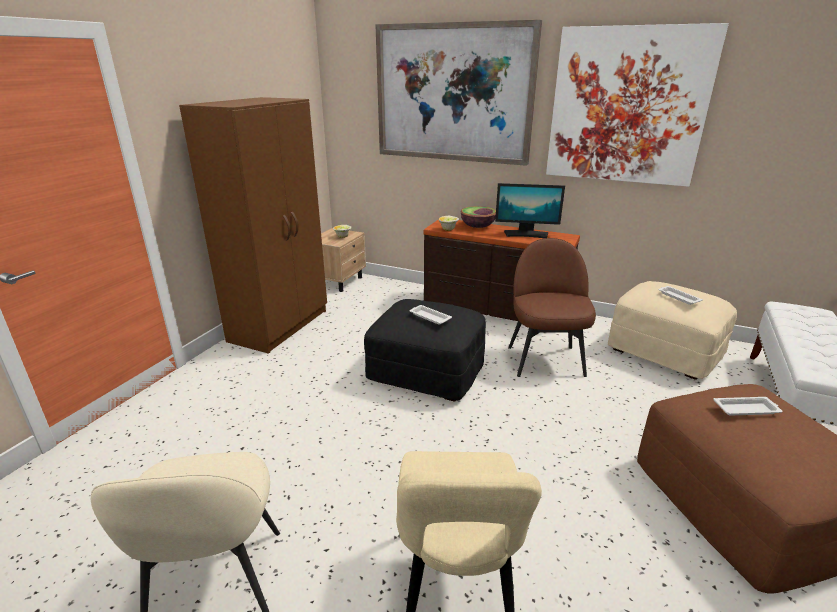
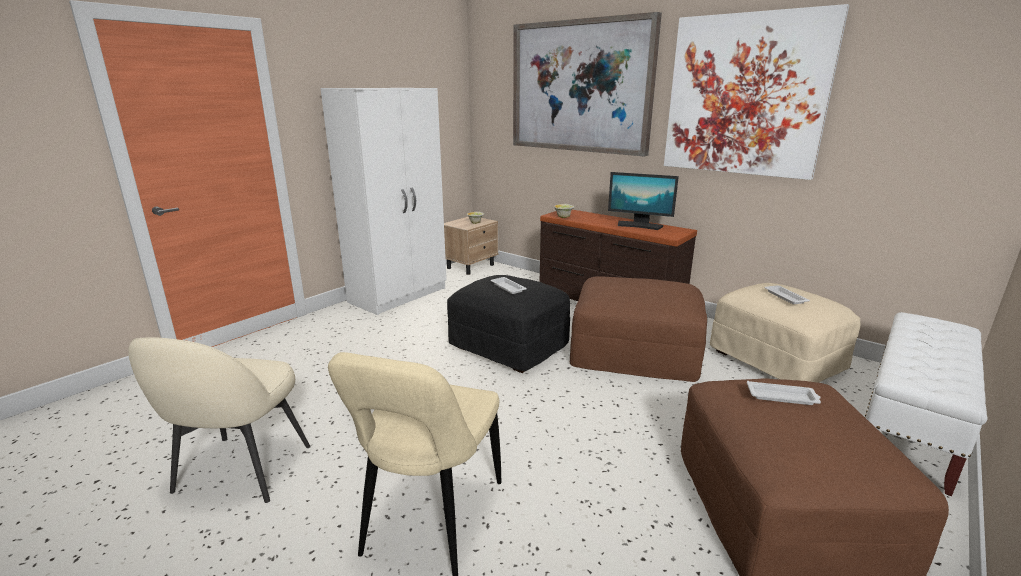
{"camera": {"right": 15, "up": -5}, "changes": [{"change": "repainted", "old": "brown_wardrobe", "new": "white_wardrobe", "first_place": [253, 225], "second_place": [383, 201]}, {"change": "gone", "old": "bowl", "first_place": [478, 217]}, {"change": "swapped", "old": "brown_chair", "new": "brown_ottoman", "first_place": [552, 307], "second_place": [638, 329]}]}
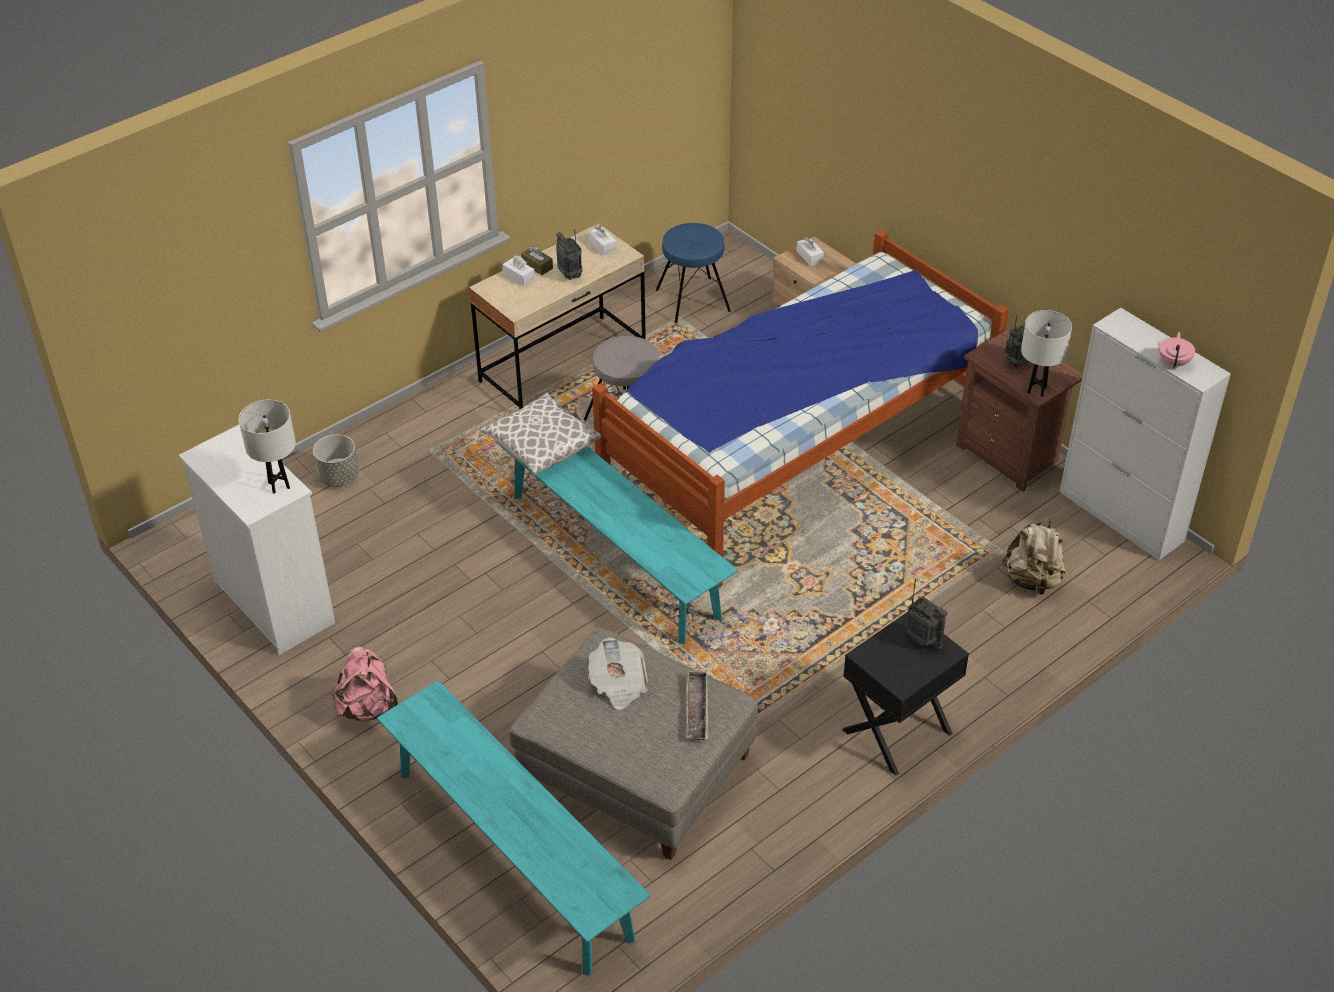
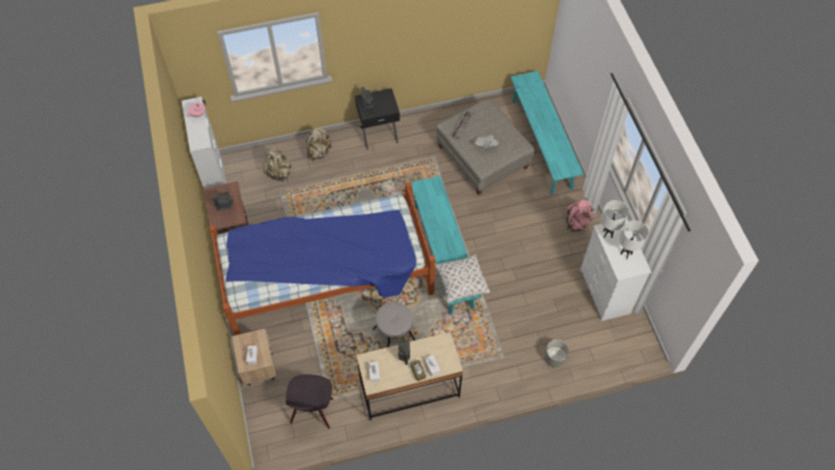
{"camera": {"right": -155, "up": 15}, "changes": [{"change": "swapped", "old": "blue_stool", "new": "black_chair", "first_place": [693, 273], "second_place": [309, 401]}, {"change": "shifted", "old": "white_table_lamp", "first_place": [1046, 353], "second_place": [634, 239]}, {"change": "new", "new": "beige_backpack", "second_place": [319, 144]}]}
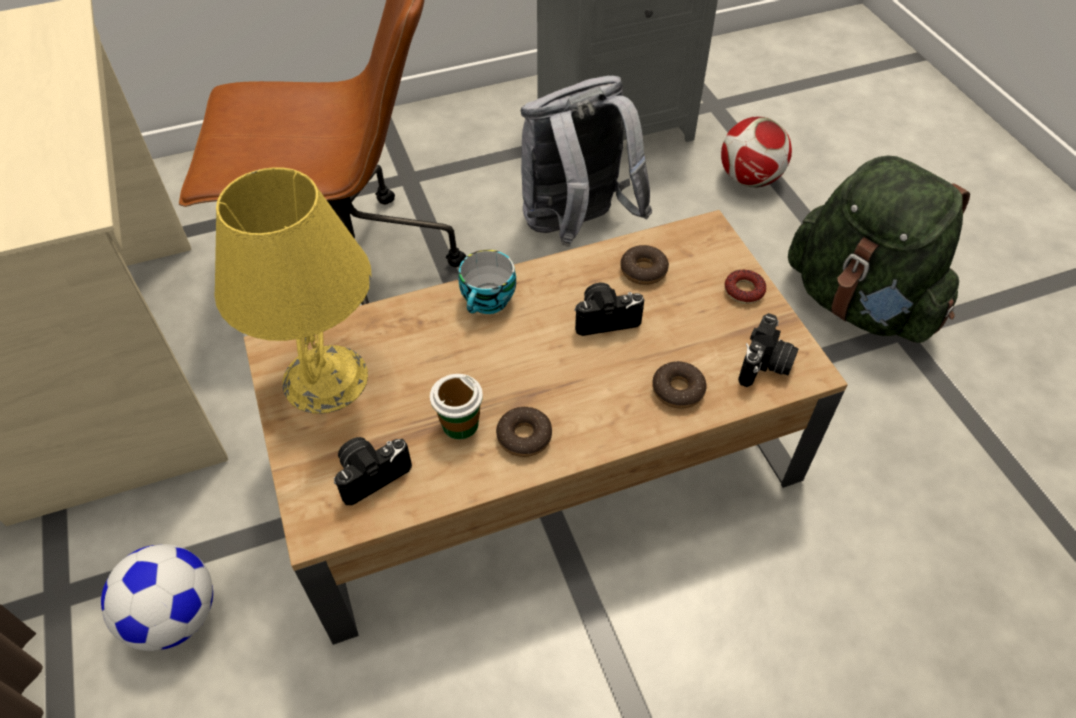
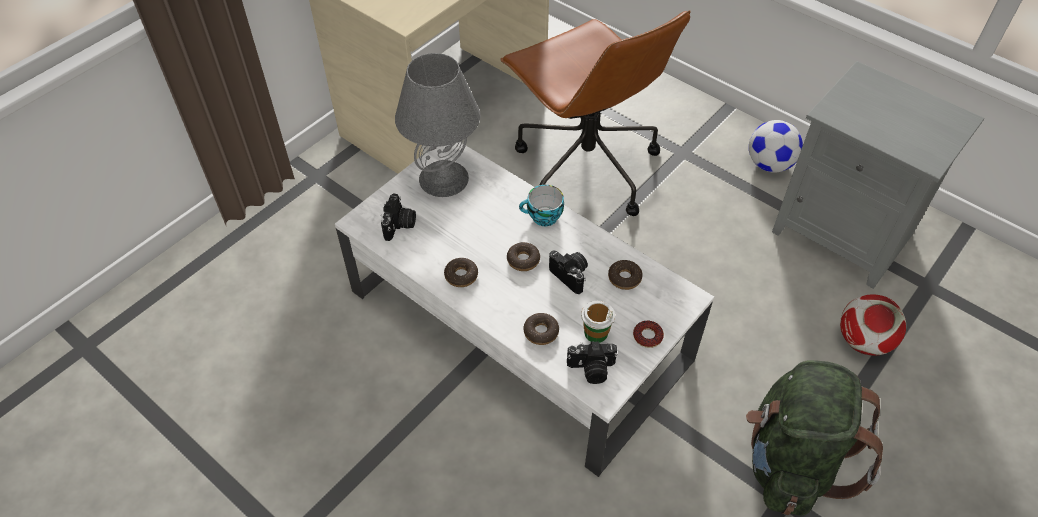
{"camera": {"right": 60, "up": 0}, "changes": [{"change": "gone", "old": "grey_backpack", "first_place": [587, 161]}, {"change": "repainted", "old": "yellow_table_lamp", "new": "grey_table_lamp", "first_place": [293, 290], "second_place": [438, 125]}, {"change": "repainted", "old": "brown_coffee_table", "new": "white_coffee_table", "first_place": [546, 427], "second_place": [524, 309]}, {"change": "shifted", "old": "cup", "first_place": [456, 406], "second_place": [598, 322]}, {"change": "rotated", "old": "photo_camera", "first_place": [373, 471], "second_place": [398, 217], "degrees": 75}, {"change": "shifted", "old": "football", "first_place": [157, 597], "second_place": [776, 146]}, {"change": "new", "new": "donut", "second_place": [523, 256]}]}
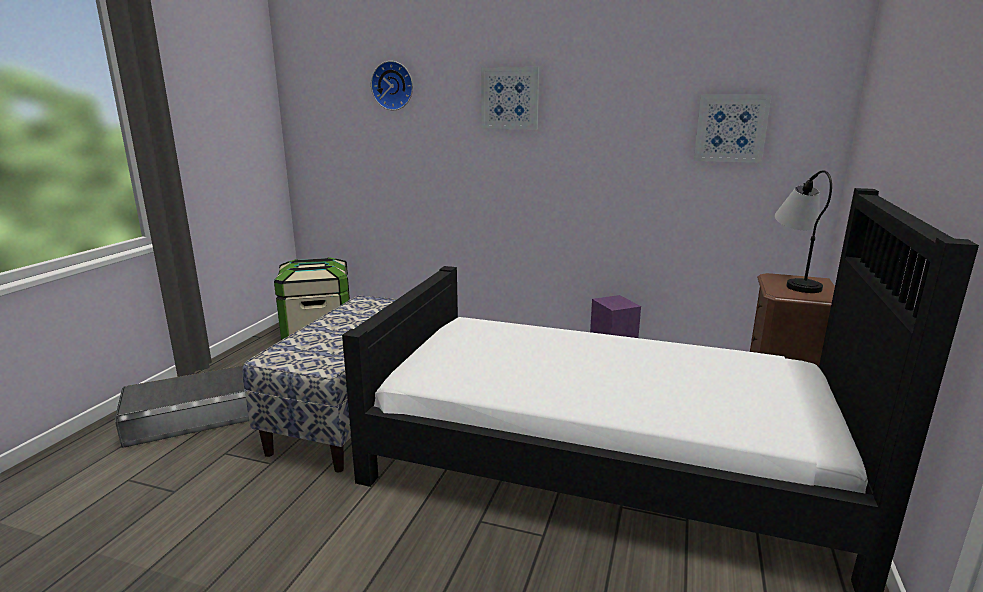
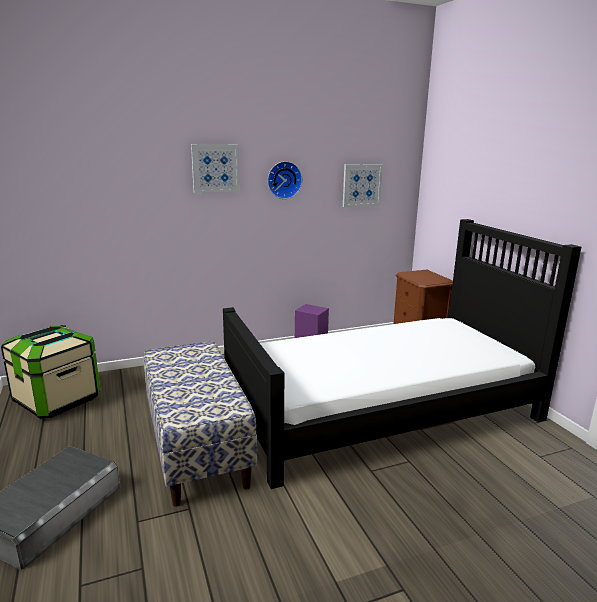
{"camera": {"right": -40, "up": 0}, "changes": [{"change": "shifted", "old": "wall_clock", "first_place": [392, 85], "second_place": [284, 180]}, {"change": "gone", "old": "table_lamp", "first_place": [803, 231]}]}
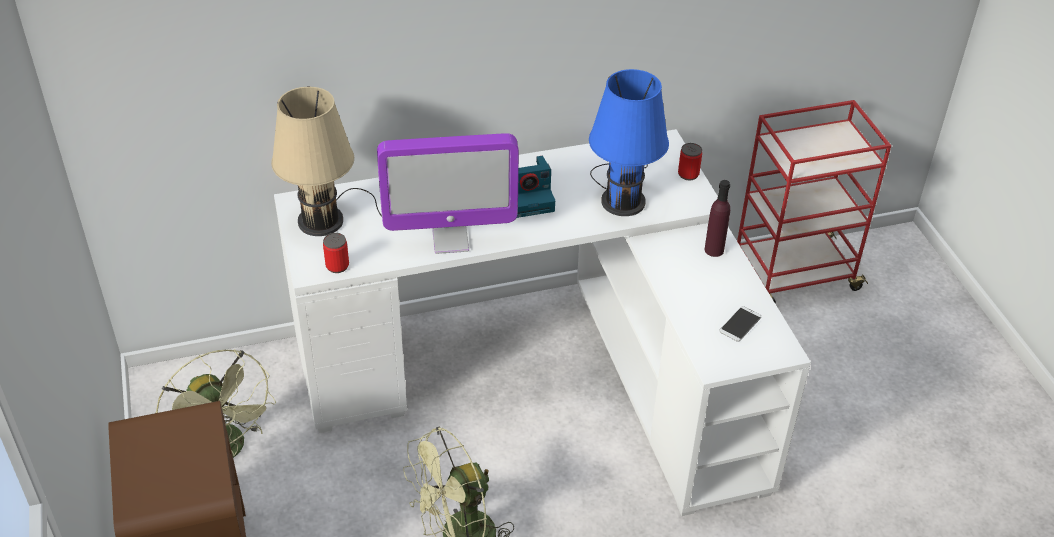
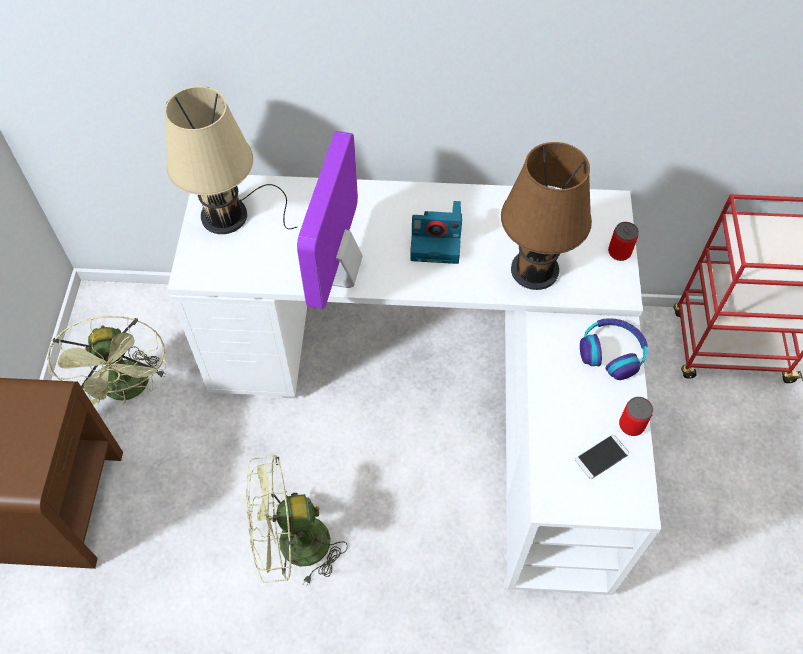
{"camera": {"right": 20, "up": 15}, "changes": [{"change": "repainted", "old": "blue_table_lamp", "new": "brown_table_lamp", "first_place": [629, 142], "second_place": [546, 216]}, {"change": "rotated", "old": "monitor", "first_place": [448, 193], "second_place": [329, 220], "degrees": 90}, {"change": "swapped", "old": "purple_bottle", "new": "headphones", "first_place": [717, 218], "second_place": [614, 349]}, {"change": "shifted", "old": "can", "first_place": [336, 253], "second_place": [636, 416]}]}
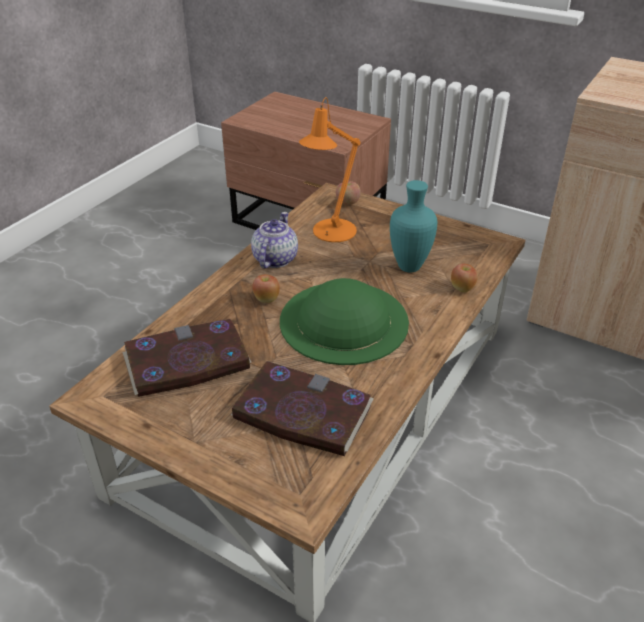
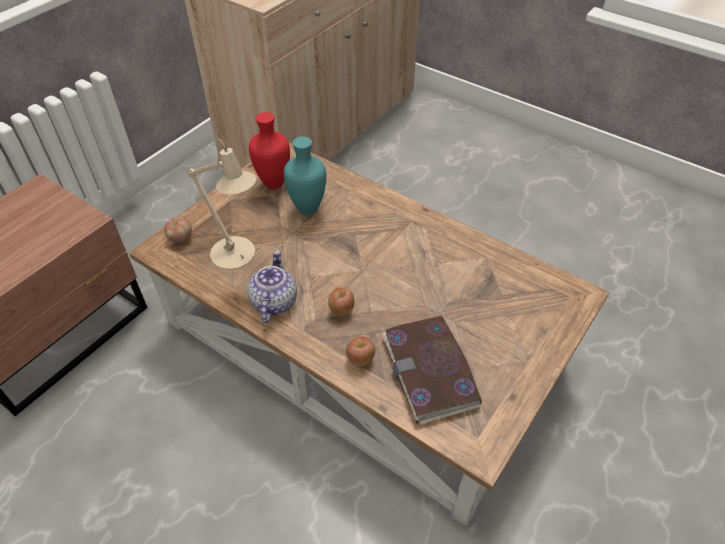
{"camera": {"right": -85, "up": 10}, "changes": [{"change": "repainted", "old": "orange_table_lamp", "new": "beige_table_lamp", "first_place": [330, 169], "second_place": [222, 204]}, {"change": "rotated", "old": "teapot", "first_place": [274, 240], "second_place": [272, 286], "degrees": 75}, {"change": "shifted", "old": "apple", "first_place": [464, 277], "second_place": [360, 351]}, {"change": "gone", "old": "green_hat", "first_place": [344, 321]}, {"change": "gone", "old": "book", "first_place": [302, 408]}, {"change": "new", "new": "red_vase", "second_place": [269, 150]}]}
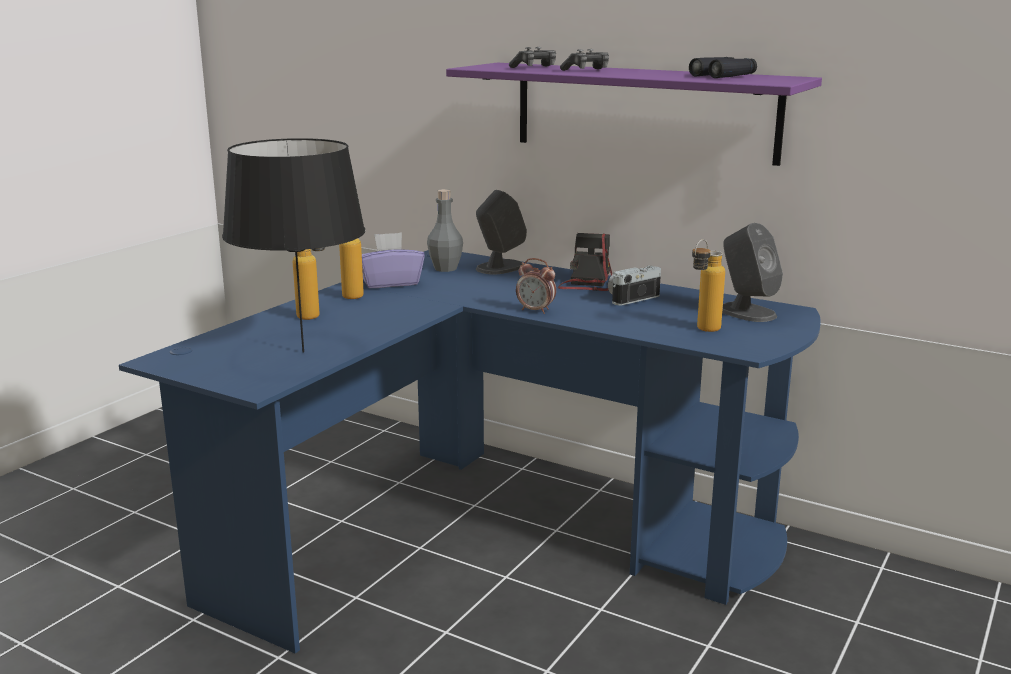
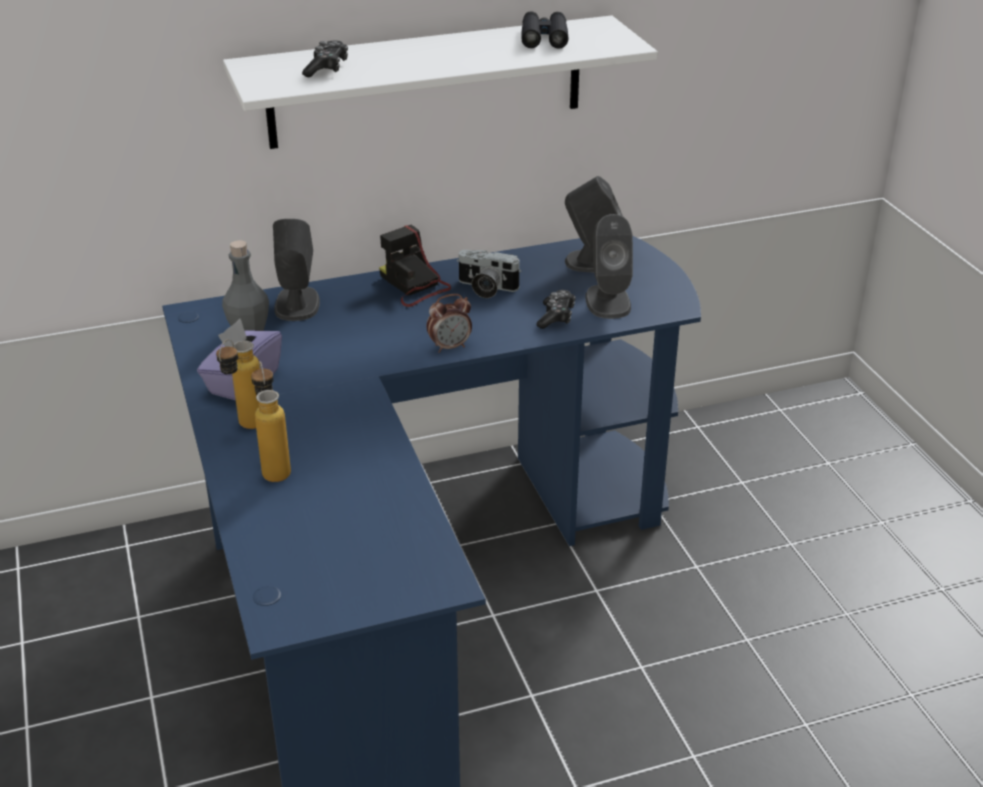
{"camera": {"right": -50, "up": 15}, "changes": [{"change": "shifted", "old": "game_controller", "first_place": [584, 60], "second_place": [556, 309]}, {"change": "repainted", "old": "purple_shelf", "new": "white_shelf", "first_place": [634, 114], "second_place": [440, 82]}, {"change": "gone", "old": "black_table_lamp", "first_place": [293, 245]}, {"change": "swapped", "old": "bottle", "new": "grey_speaker", "first_place": [708, 285], "second_place": [609, 266]}, {"change": "rotated", "old": "photo_camera", "first_place": [634, 286], "second_place": [489, 274], "degrees": -75}]}
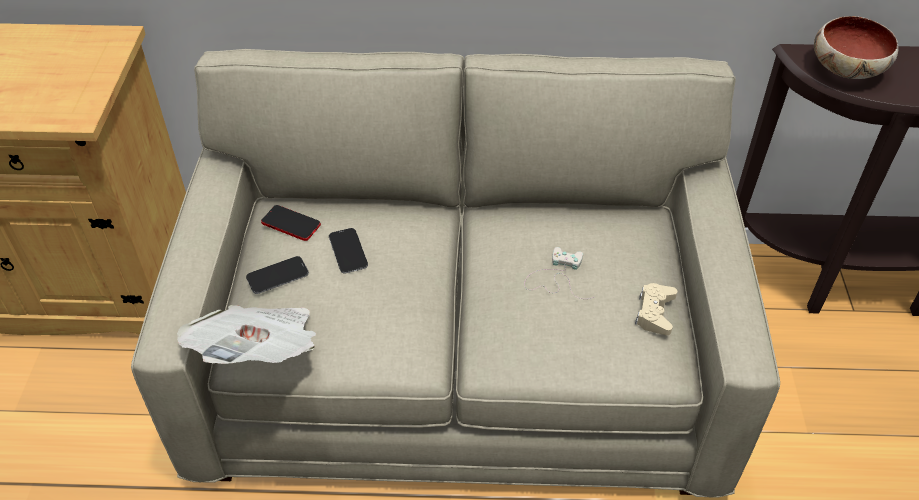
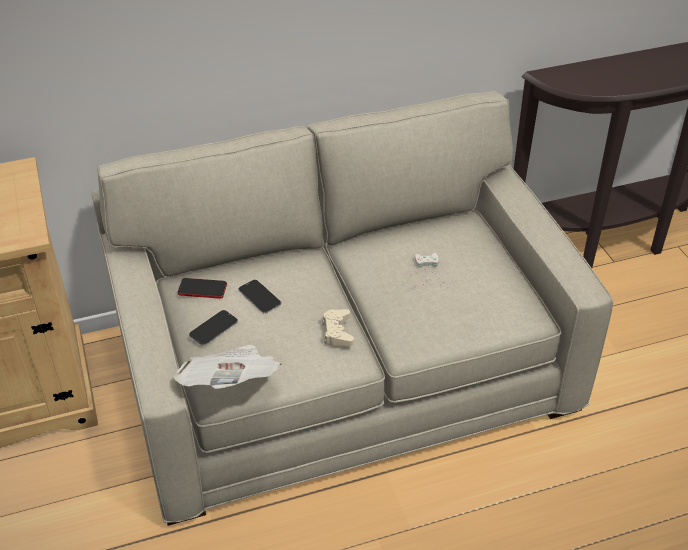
{"camera": {"right": -20, "up": -5}, "changes": [{"change": "gone", "old": "bowl", "first_place": [856, 47]}, {"change": "shifted", "old": "beige_game_controller", "first_place": [656, 309], "second_place": [338, 328]}]}
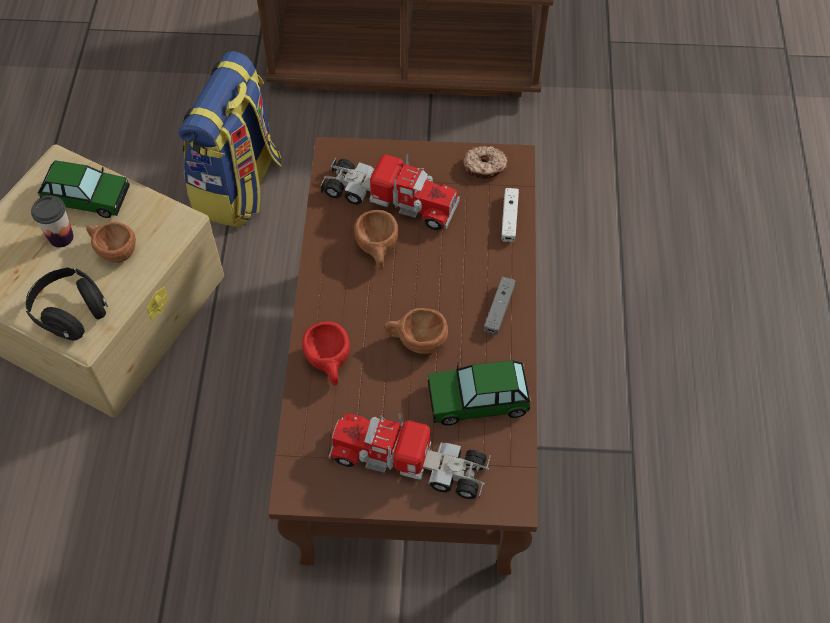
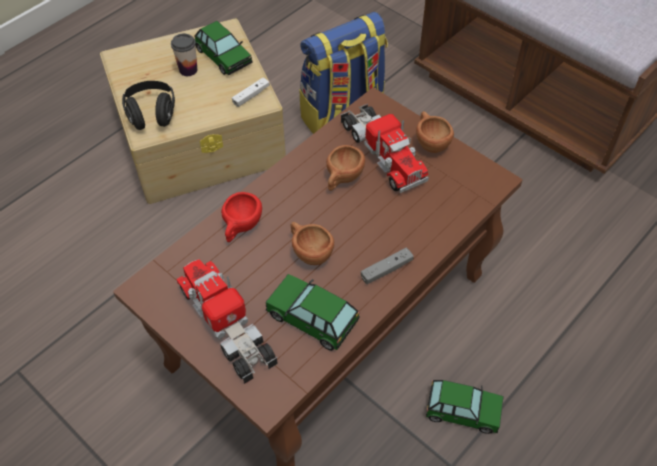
{"camera": {"right": 40, "up": -5}, "changes": [{"change": "gone", "old": "donut", "first_place": [485, 162]}, {"change": "shifted", "old": "white_game_controller", "first_place": [510, 215], "second_place": [251, 92]}, {"change": "shifted", "old": "brown_cup", "first_place": [111, 242], "second_place": [435, 132]}, {"change": "new", "new": "toy_car", "second_place": [464, 407]}]}
